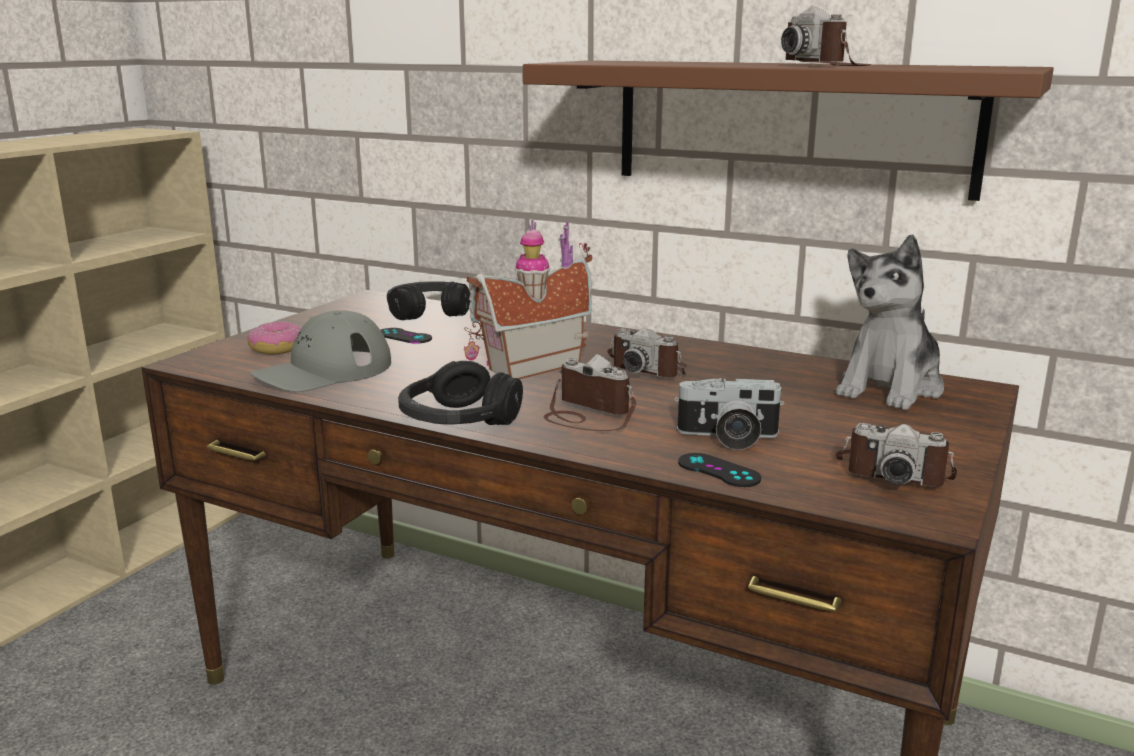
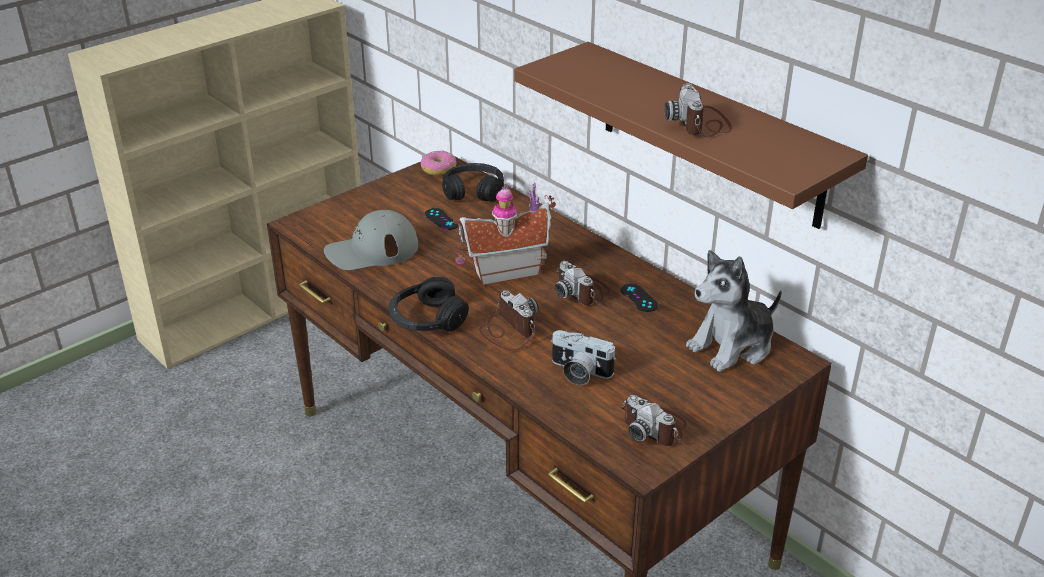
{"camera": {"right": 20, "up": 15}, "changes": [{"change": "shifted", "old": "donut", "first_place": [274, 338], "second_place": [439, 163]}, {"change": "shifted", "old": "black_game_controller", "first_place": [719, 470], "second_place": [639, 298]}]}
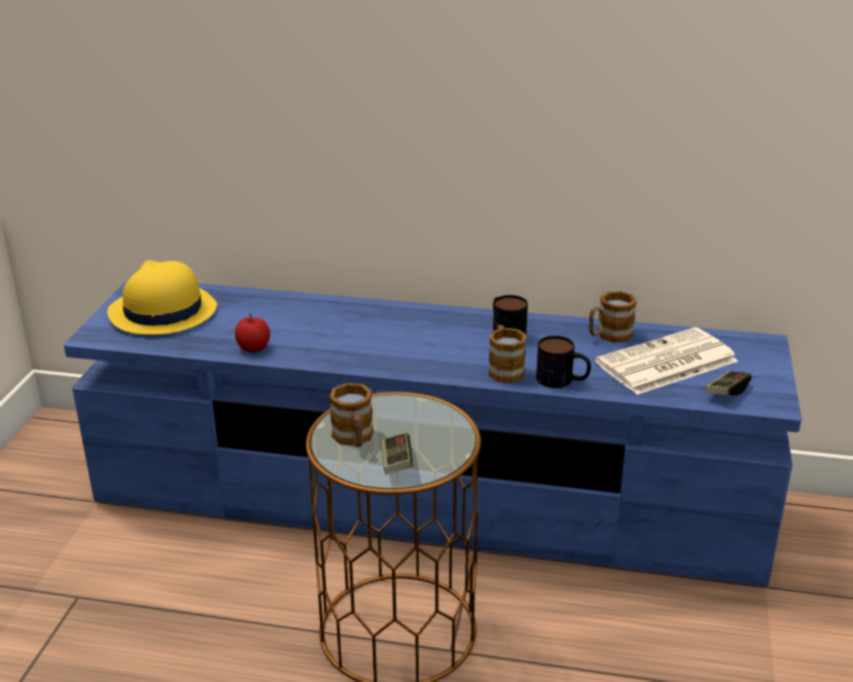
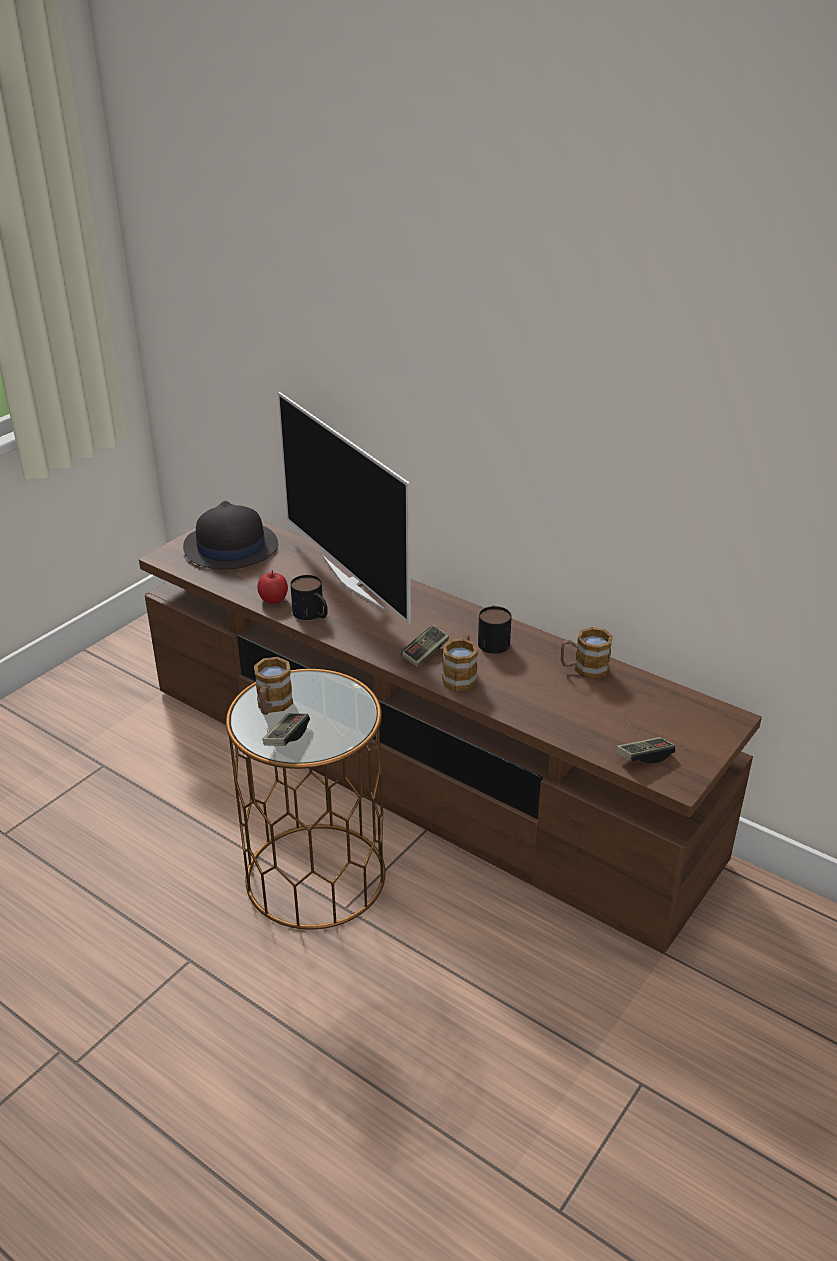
{"camera": {"right": 25, "up": 5}, "changes": [{"change": "repainted", "old": "yellow_hat", "new": "black_hat", "first_place": [162, 297], "second_place": [230, 535]}, {"change": "repainted", "old": "blue_tv_stand", "new": "brown_tv_stand", "first_place": [433, 431], "second_place": [450, 736]}, {"change": "gone", "old": "newspaper", "first_place": [666, 361]}, {"change": "shifted", "old": "mug", "first_place": [563, 362], "second_place": [309, 597]}, {"change": "new", "new": "television", "second_place": [344, 507]}, {"change": "new", "new": "game_controller", "second_place": [425, 646]}]}
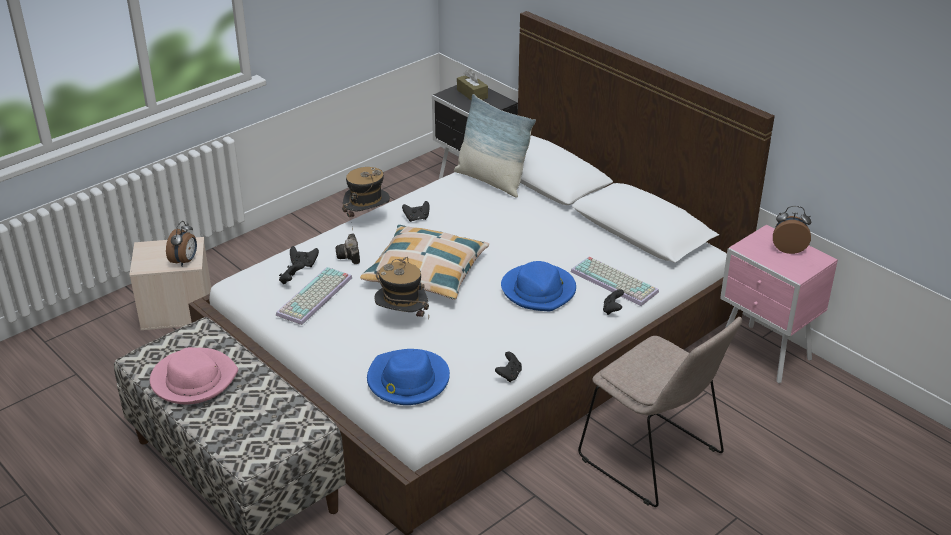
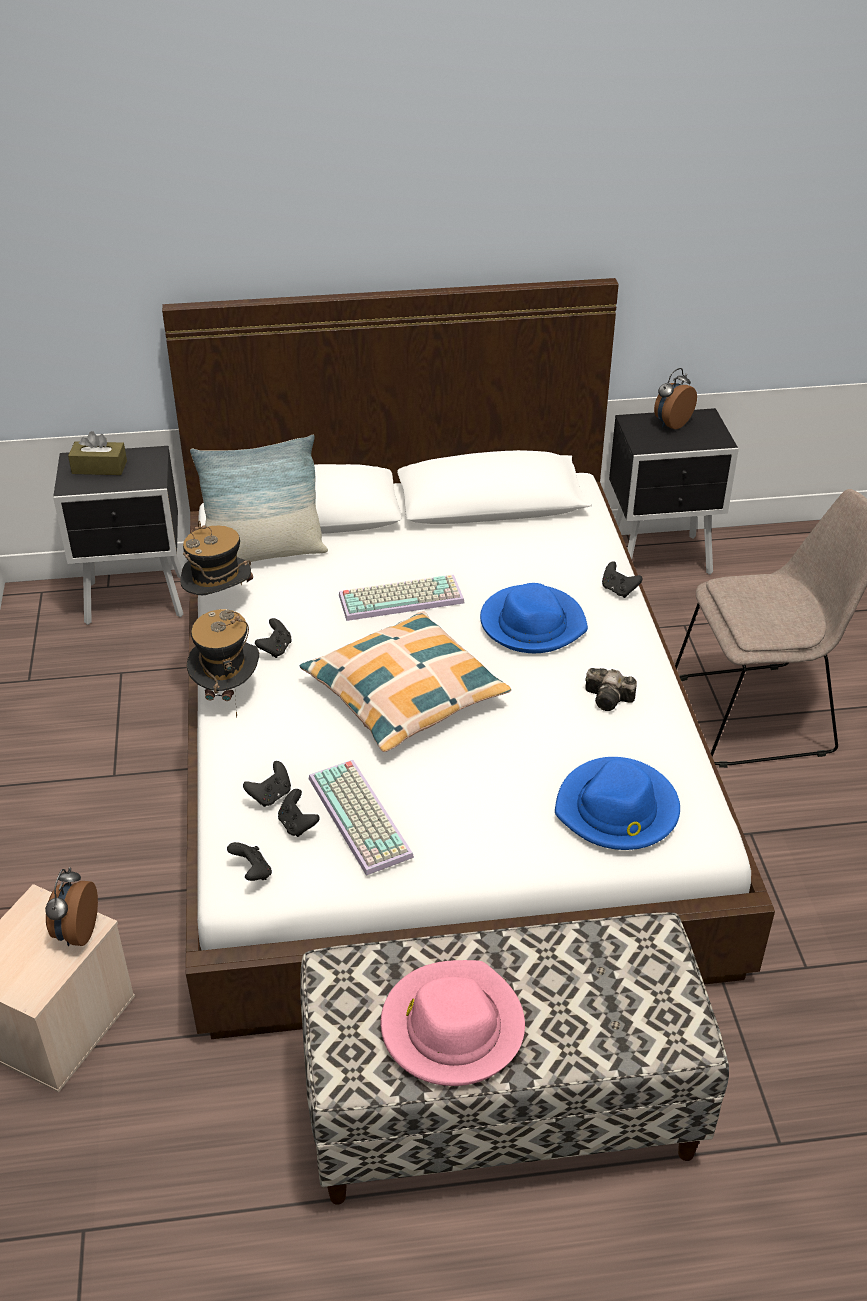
{"camera": {"right": -55, "up": 5}, "changes": [{"change": "rotated", "old": "alarm_clock", "first_place": [181, 244], "second_place": [71, 906], "degrees": -135}, {"change": "repainted", "old": "pink_nightstand", "new": "black_nightstand", "first_place": [779, 304], "second_place": [674, 491]}, {"change": "shifted", "old": "photo_camera", "first_place": [348, 249], "second_place": [611, 689]}, {"change": "shifted", "old": "keyboard", "first_place": [615, 281], "second_place": [402, 598]}, {"change": "shifted", "old": "hat", "first_place": [402, 288], "second_place": [216, 558]}, {"change": "shifted", "old": "black_game_controller", "first_place": [508, 366], "second_place": [249, 861]}]}
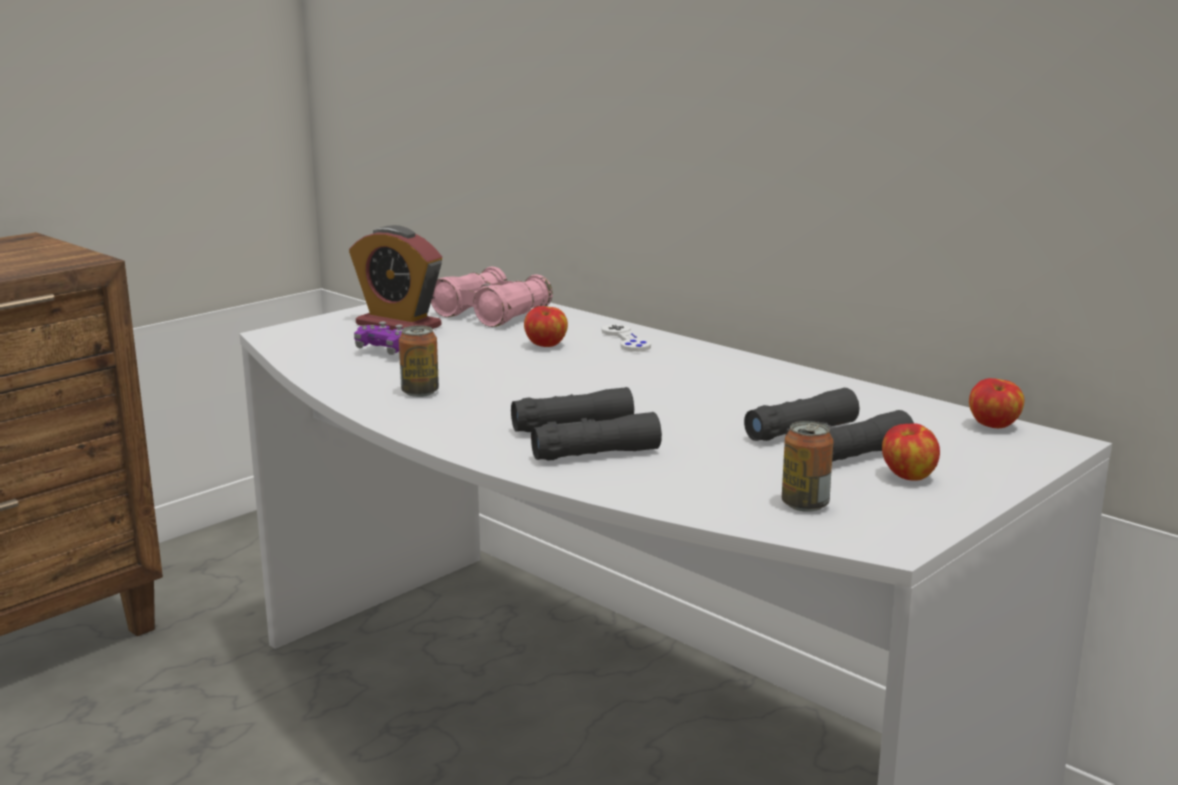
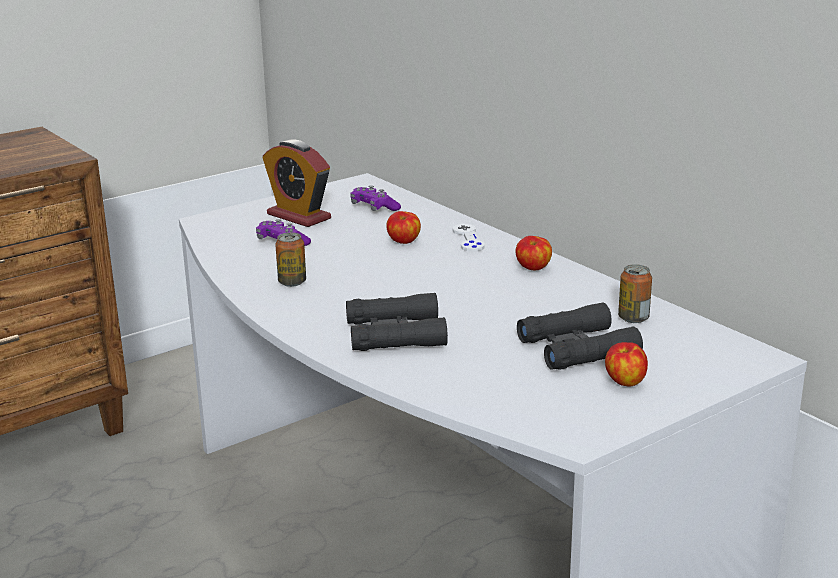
{"camera": {"right": 10, "up": 5}, "changes": [{"change": "swapped", "old": "pink_binoculars", "new": "purple_game_controller", "first_place": [492, 297], "second_place": [375, 198]}, {"change": "shifted", "old": "apple", "first_place": [996, 403], "second_place": [534, 253]}, {"change": "shifted", "old": "can", "first_place": [807, 466], "second_place": [635, 293]}]}
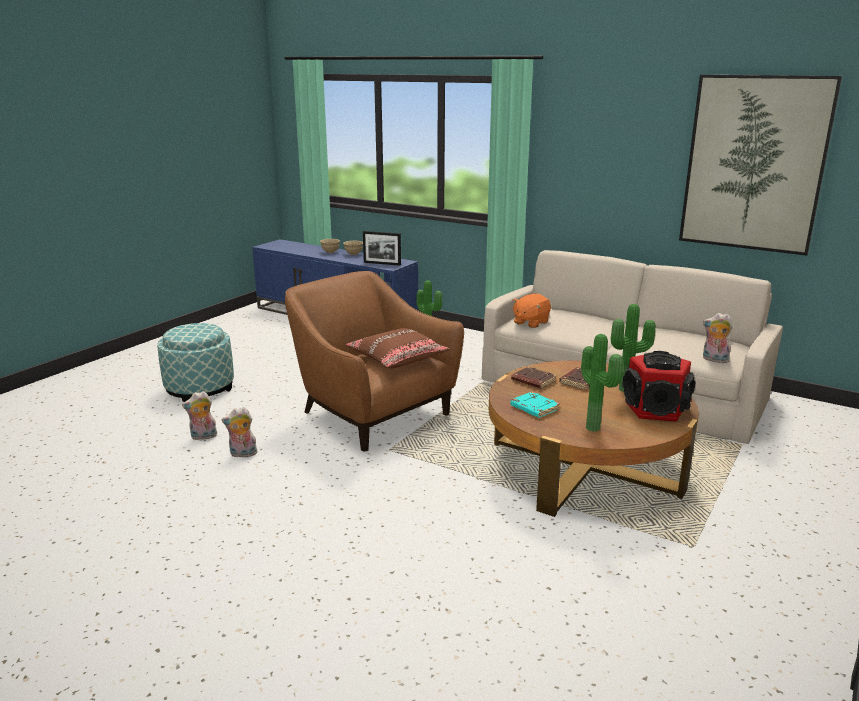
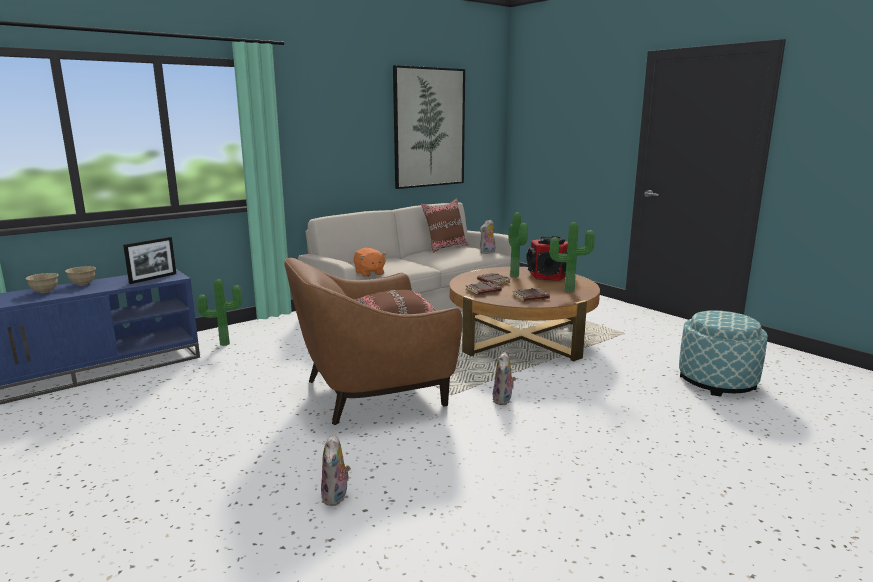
{"camera": {"right": -70, "up": -5}, "changes": [{"change": "shifted", "old": "ottoman", "first_place": [195, 362], "second_place": [723, 354]}, {"change": "repainted", "old": "turquoise_book", "new": "brown_book", "first_place": [535, 404], "second_place": [531, 295]}, {"change": "shifted", "old": "plush_toy", "first_place": [239, 432], "second_place": [504, 378]}, {"change": "new", "new": "brown_pillow", "second_place": [444, 226]}]}
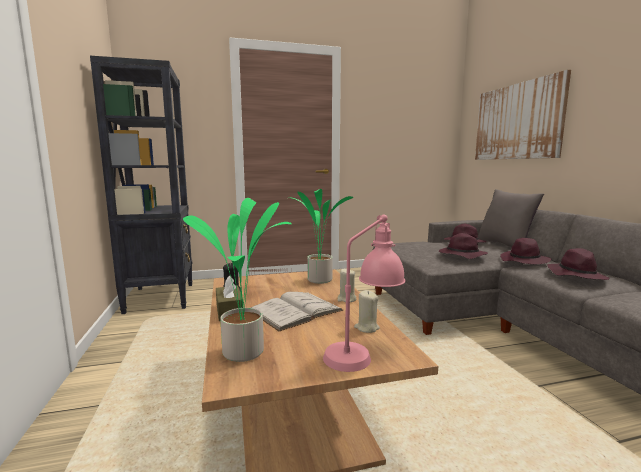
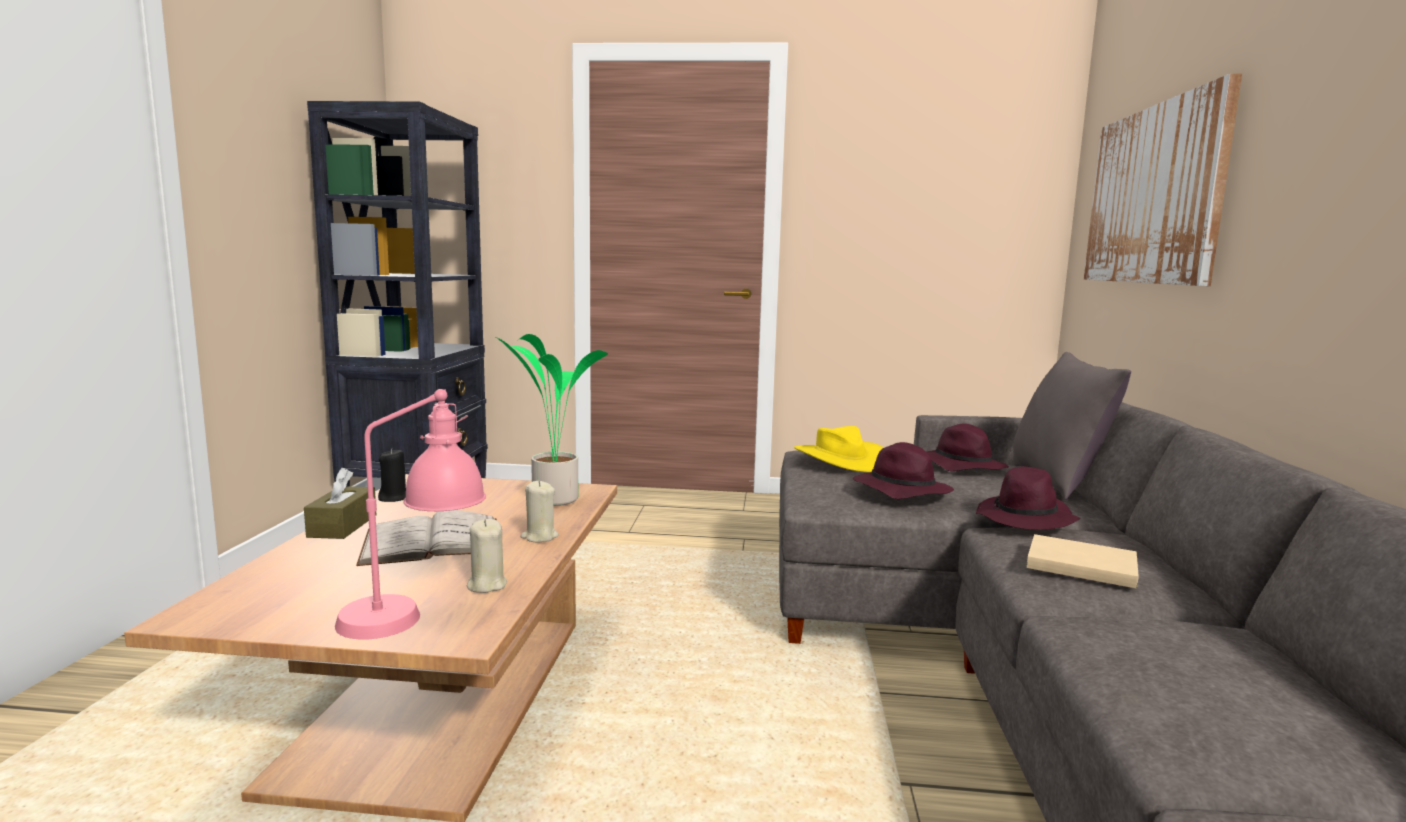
{"camera": {"right": 20, "up": 0}, "changes": [{"change": "gone", "old": "potted_plant", "first_place": [237, 280]}, {"change": "swapped", "old": "purple_hat", "new": "beige_book", "first_place": [578, 264], "second_place": [1082, 561]}, {"change": "new", "new": "yellow_hat", "second_place": [839, 449]}]}
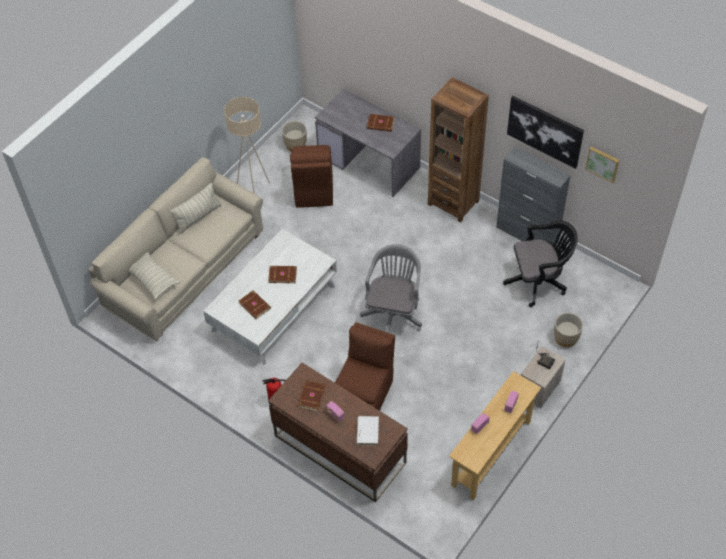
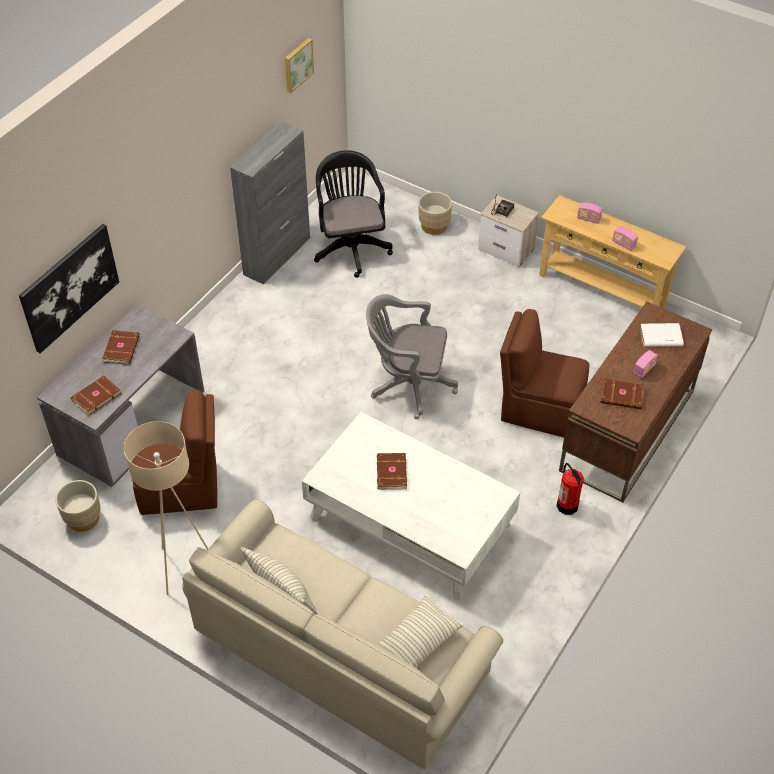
{"camera": {"right": -95, "up": -5}, "changes": [{"change": "gone", "old": "brown_bookcase", "first_place": [458, 149]}, {"change": "shifted", "old": "picture", "first_place": [545, 132], "second_place": [69, 288]}, {"change": "shifted", "old": "brown_book", "first_place": [255, 304], "second_place": [96, 395]}]}
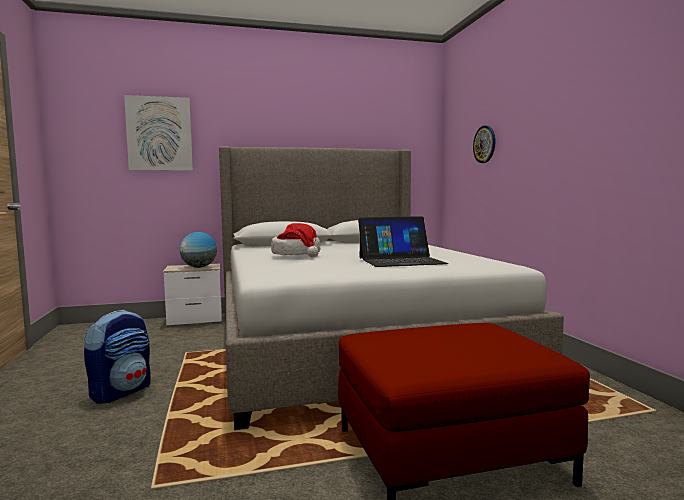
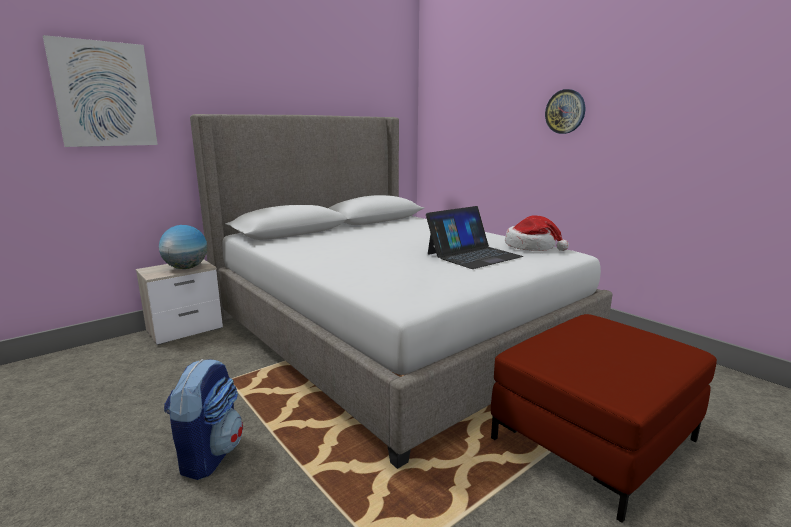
{"camera": {"right": -25, "up": 10}, "changes": [{"change": "shifted", "old": "wall_clock", "first_place": [484, 144], "second_place": [565, 111]}, {"change": "shifted", "old": "hat", "first_place": [295, 240], "second_place": [537, 233]}]}
